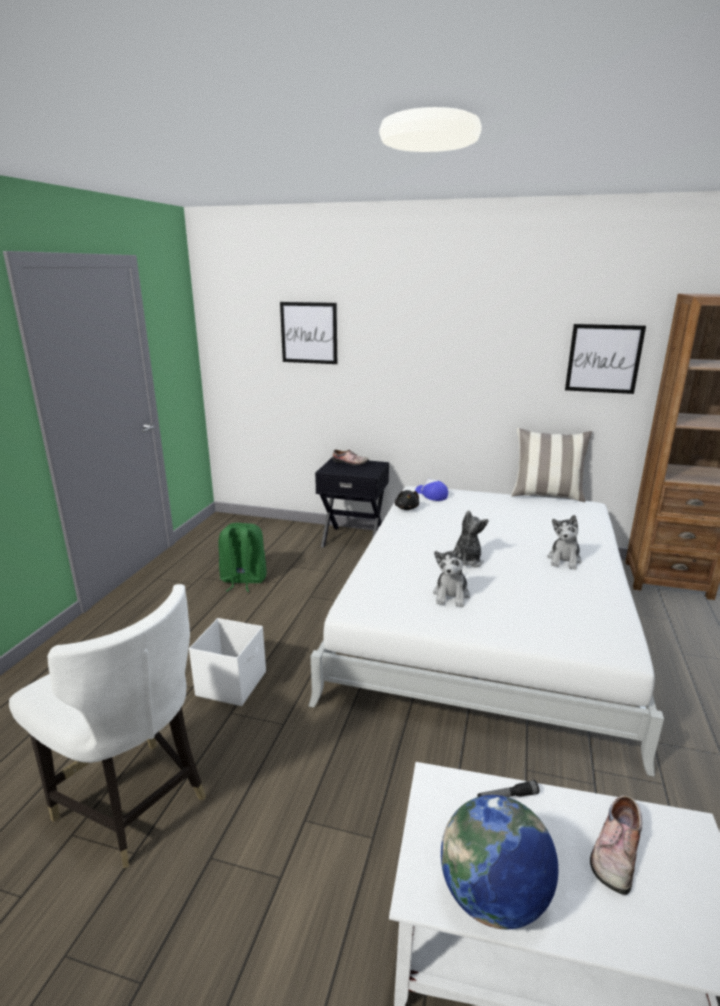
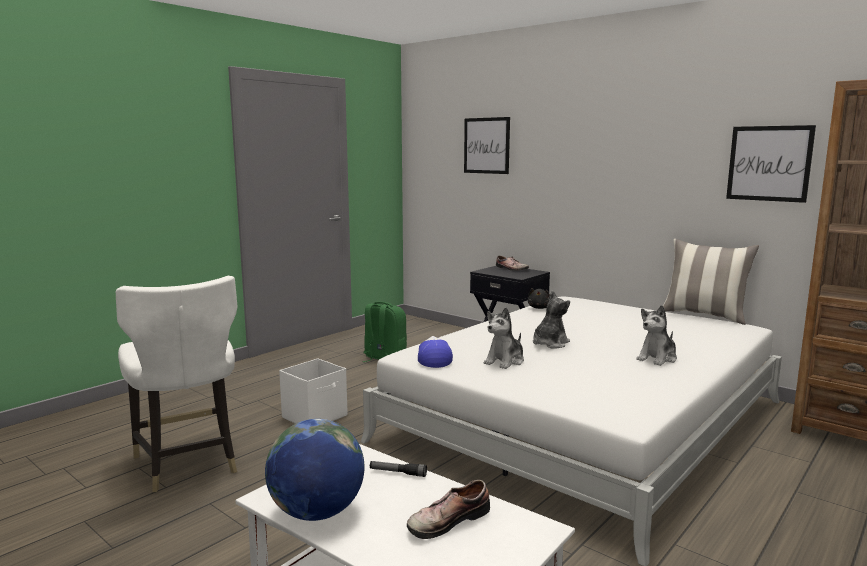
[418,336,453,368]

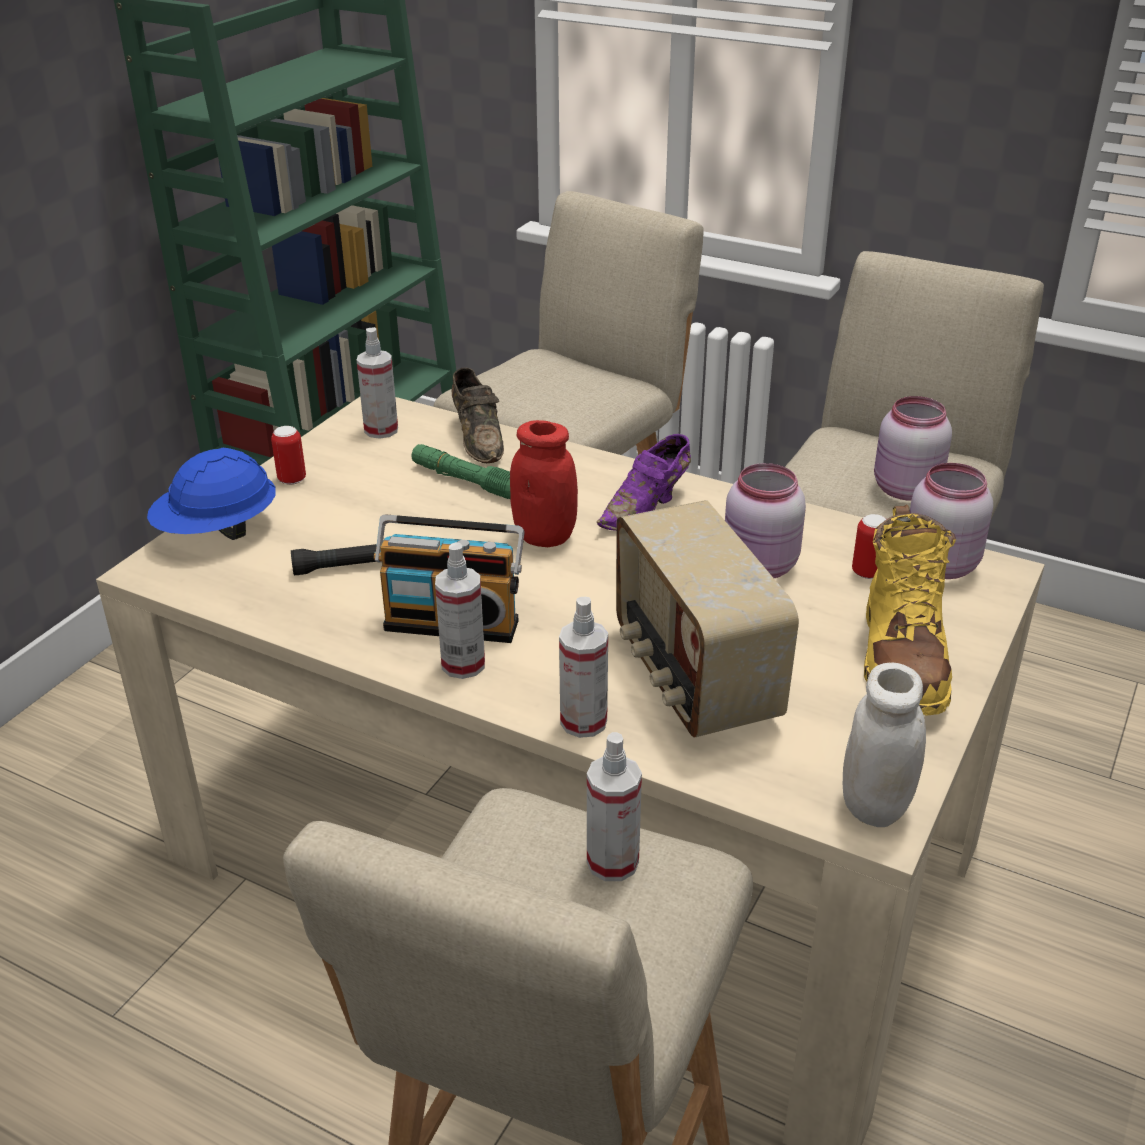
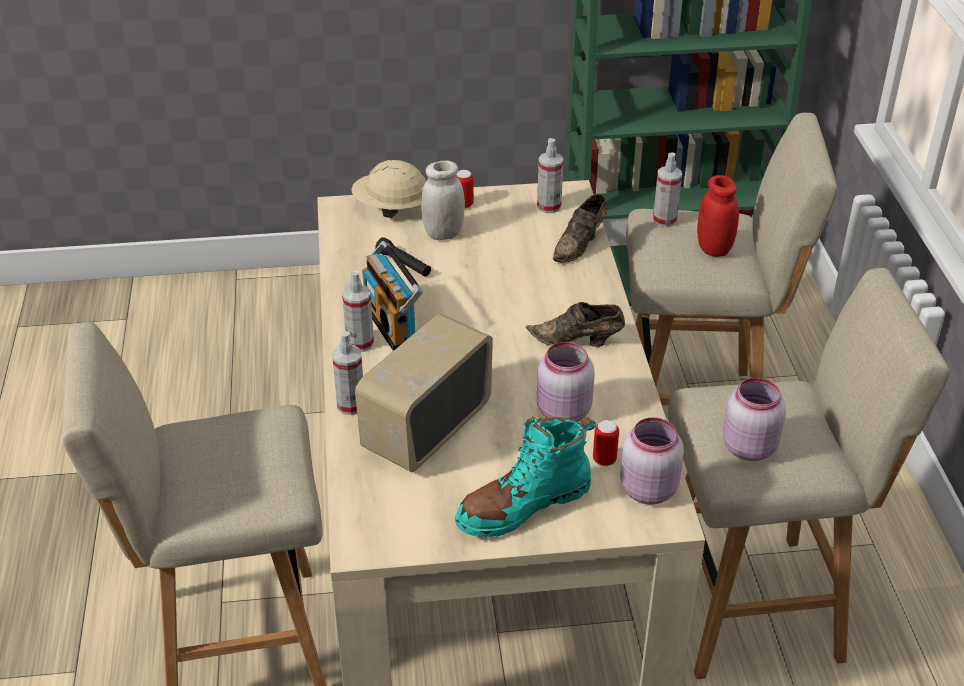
[411,444,511,499] (first image)
[697,175,739,257]
[653,152,682,227]
[421,161,465,240]
[351,160,426,218]
[526,302,625,347]
[455,417,596,537]

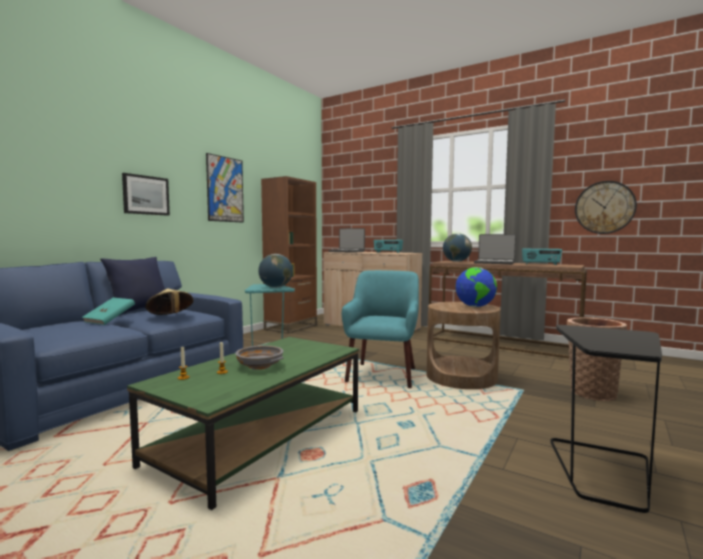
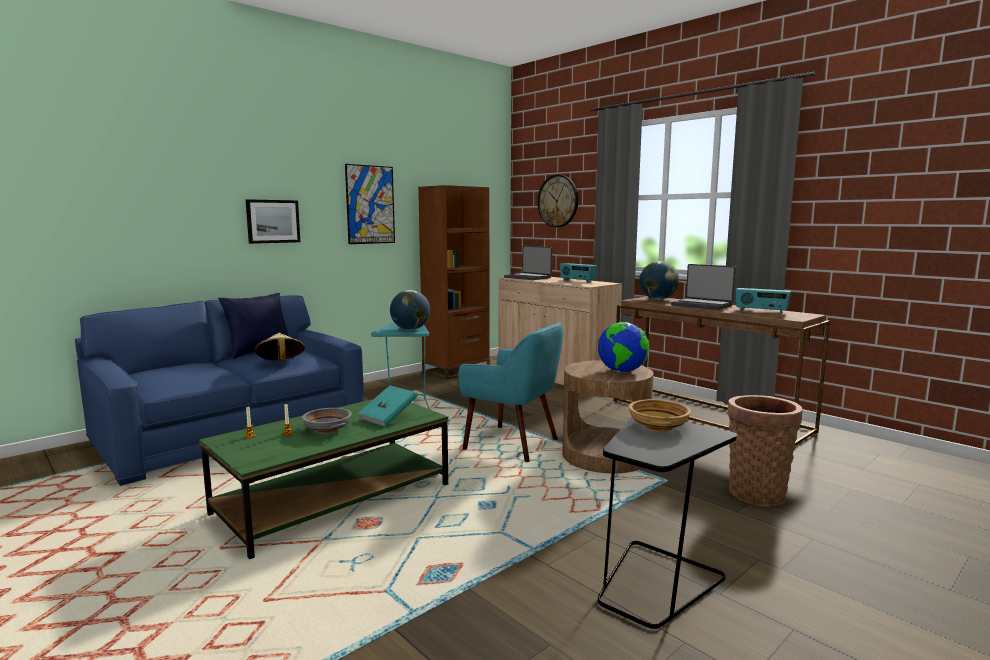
[628,399,691,432]
[358,385,417,427]
[538,175,578,227]
[458,323,563,462]

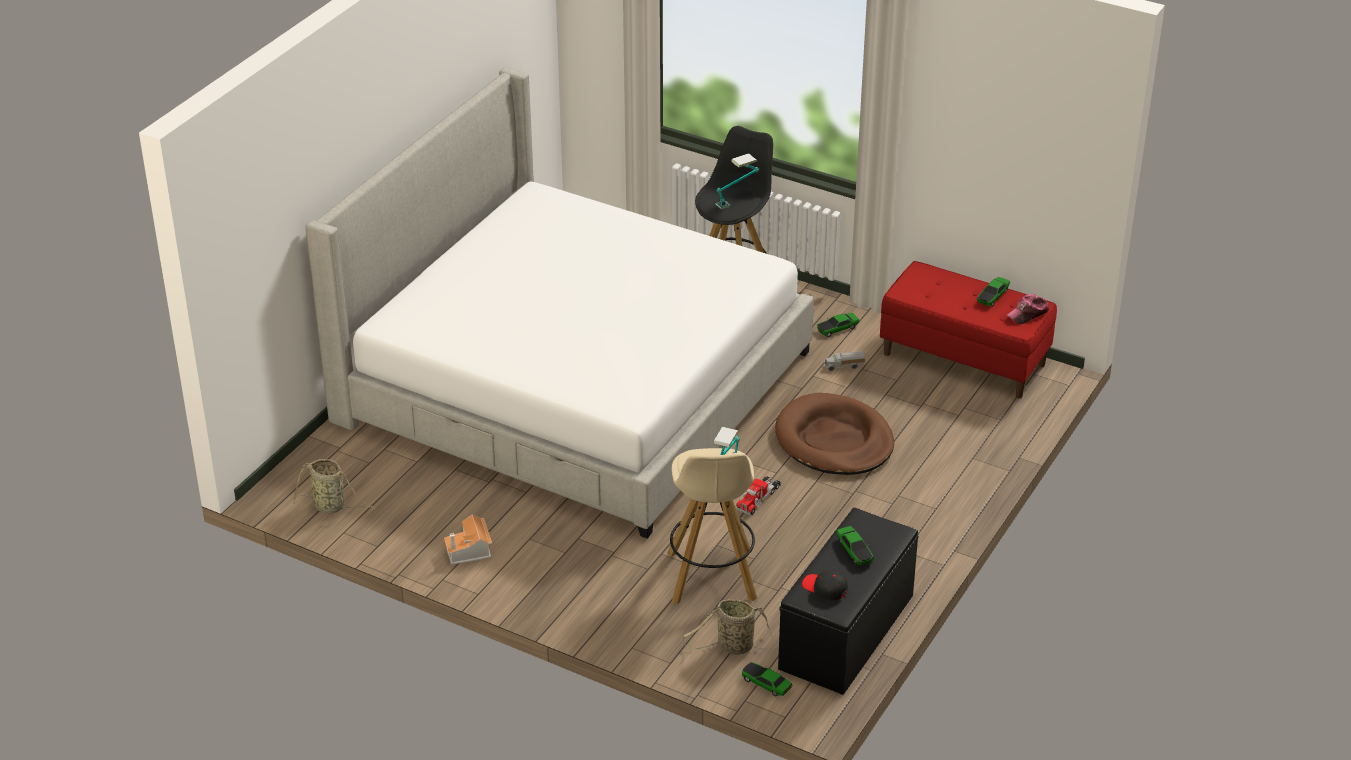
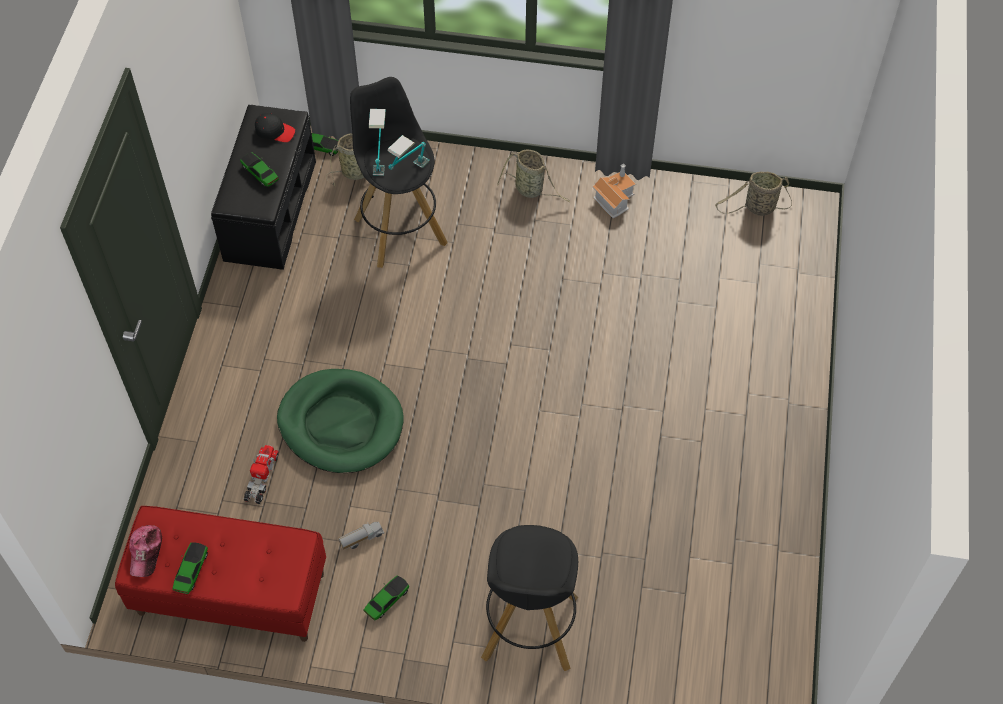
[305,67,814,538] (first image)
[497,150,570,202]
[387,135,429,170]
[244,445,279,504]
[350,77,448,268]
[277,369,404,473]
[129,525,162,577]

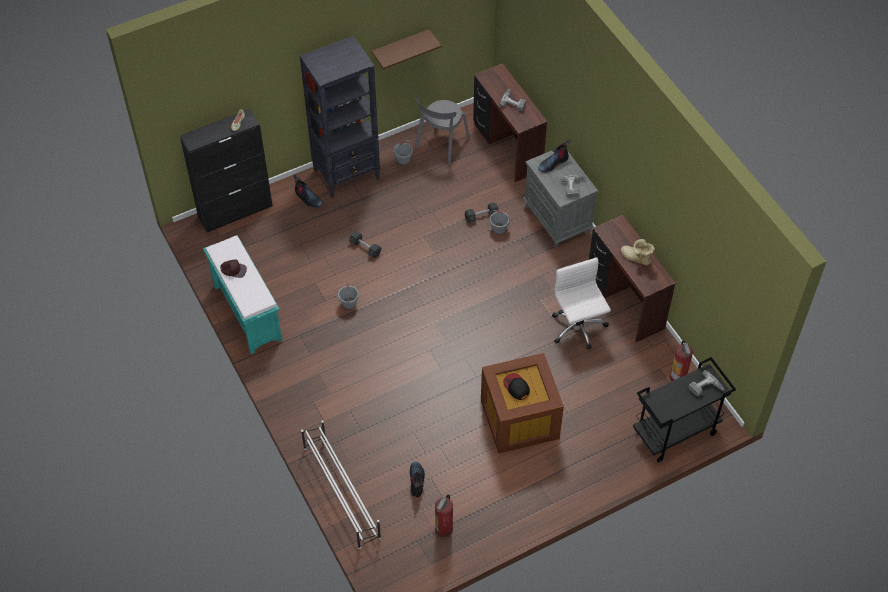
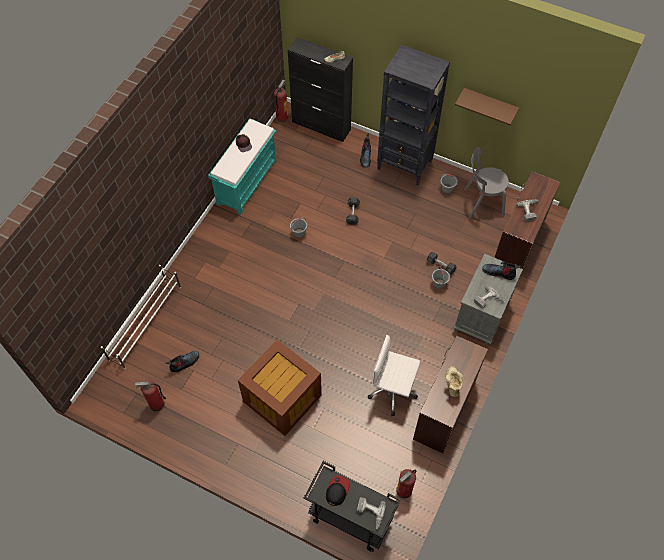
[274,80,288,122]
[326,476,350,506]
[368,335,420,416]

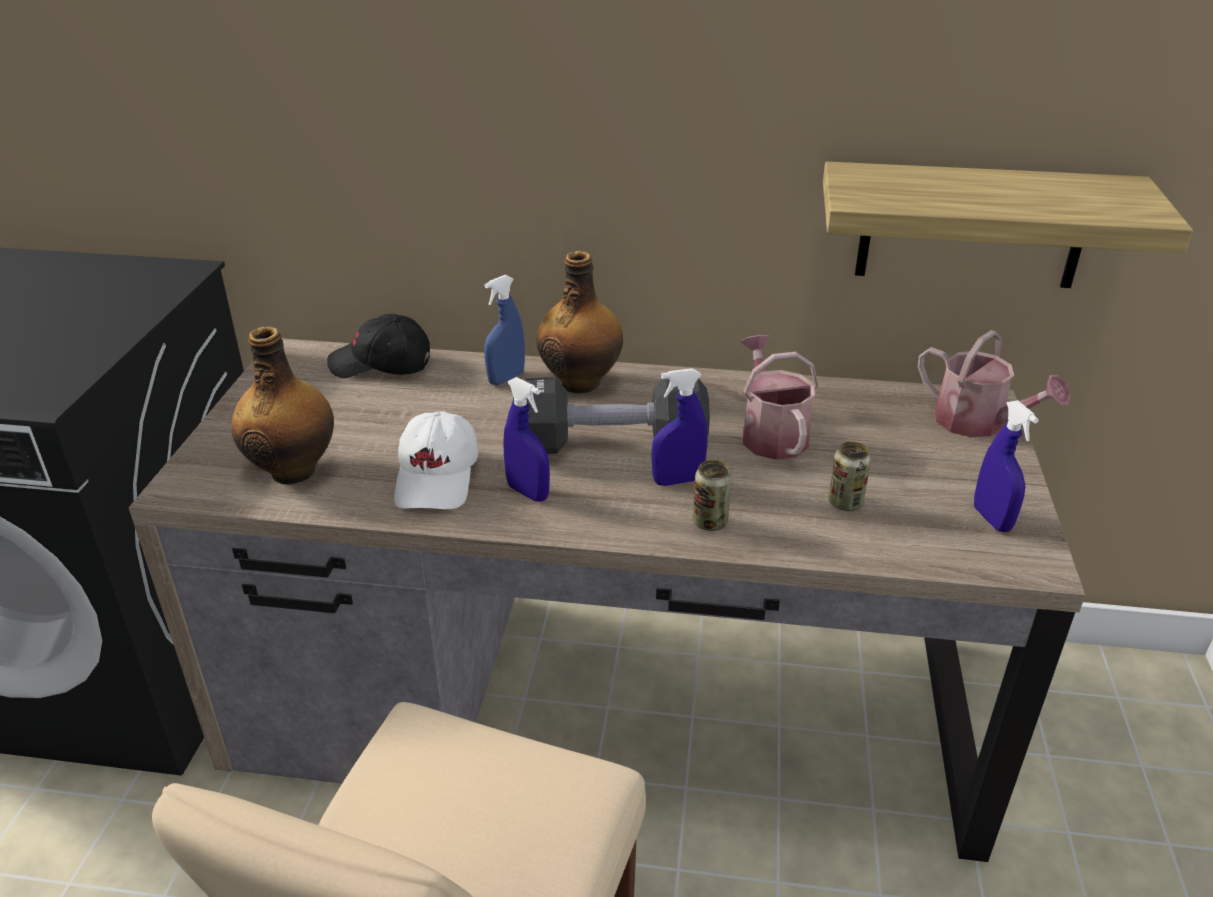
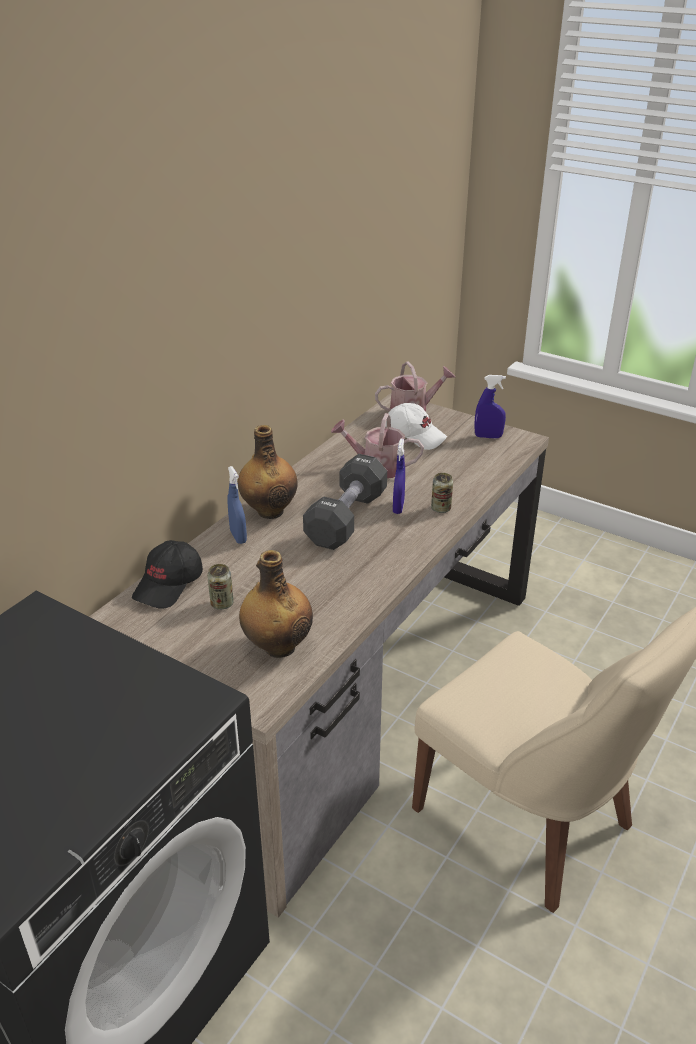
[504,377,550,502] (first image)
[823,162,1193,288] (first image)
[385,403,447,450]
[207,564,234,610]

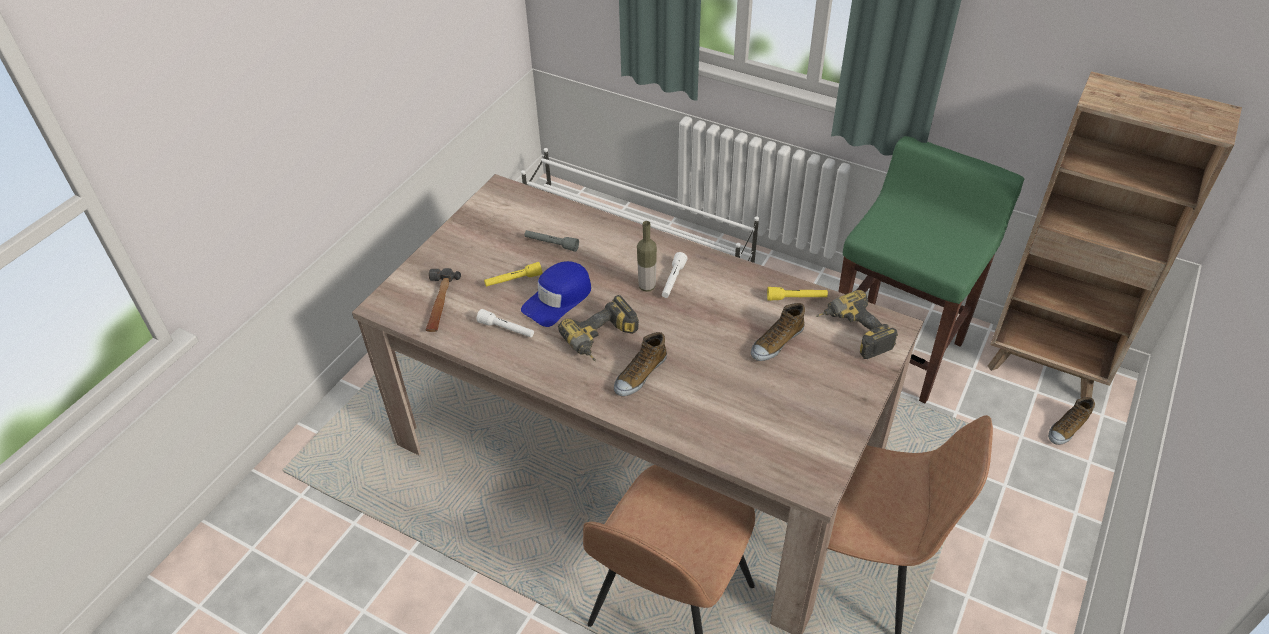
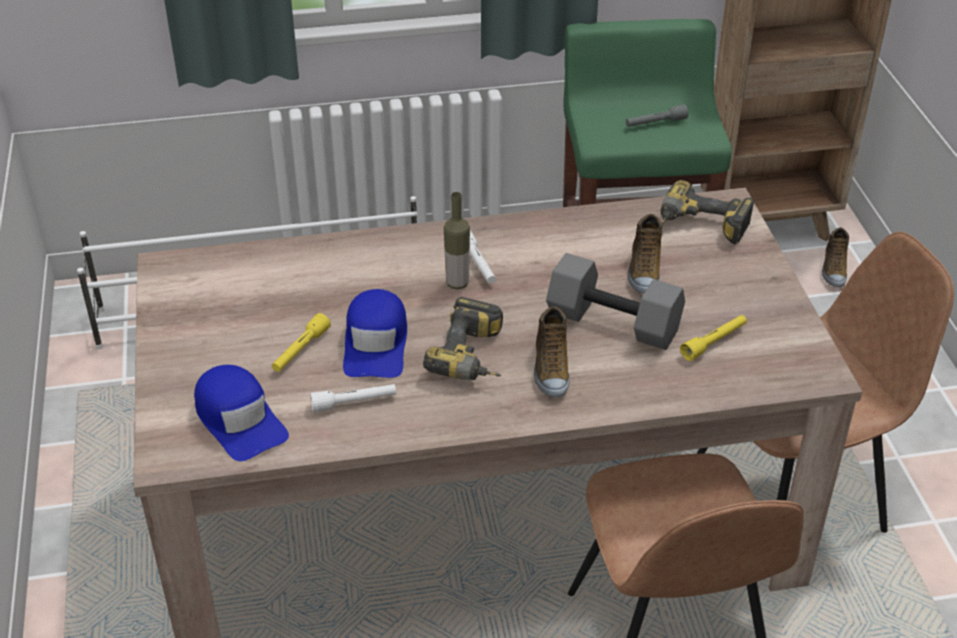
[546,253,685,350]
[626,104,688,127]
[680,315,747,361]
[194,365,289,461]

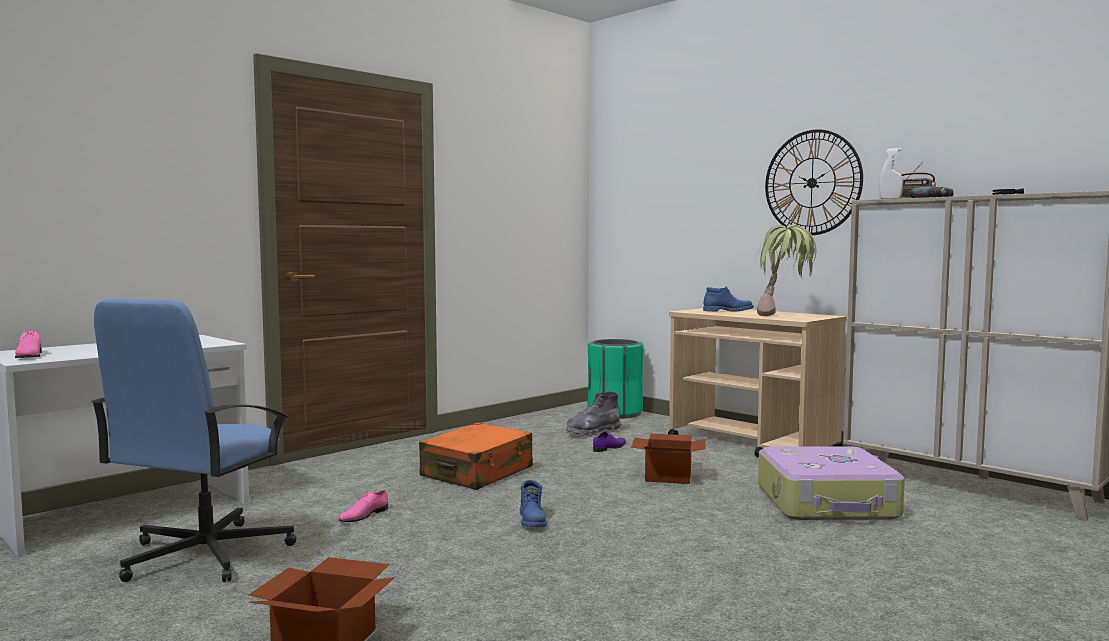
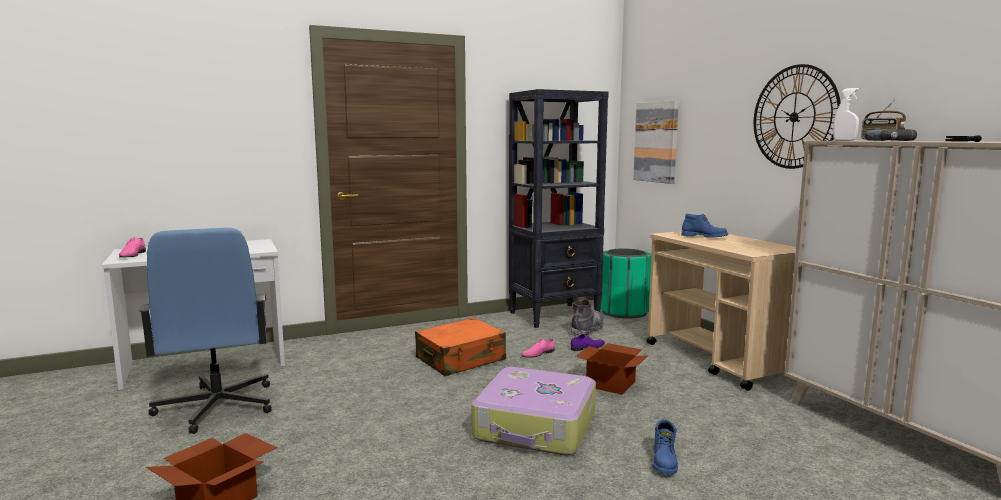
[755,225,817,316] (first image)
[509,89,609,328]
[633,100,679,184]
[521,339,555,358]
[652,419,678,474]
[472,367,596,455]
[139,228,272,434]
[571,299,604,337]

